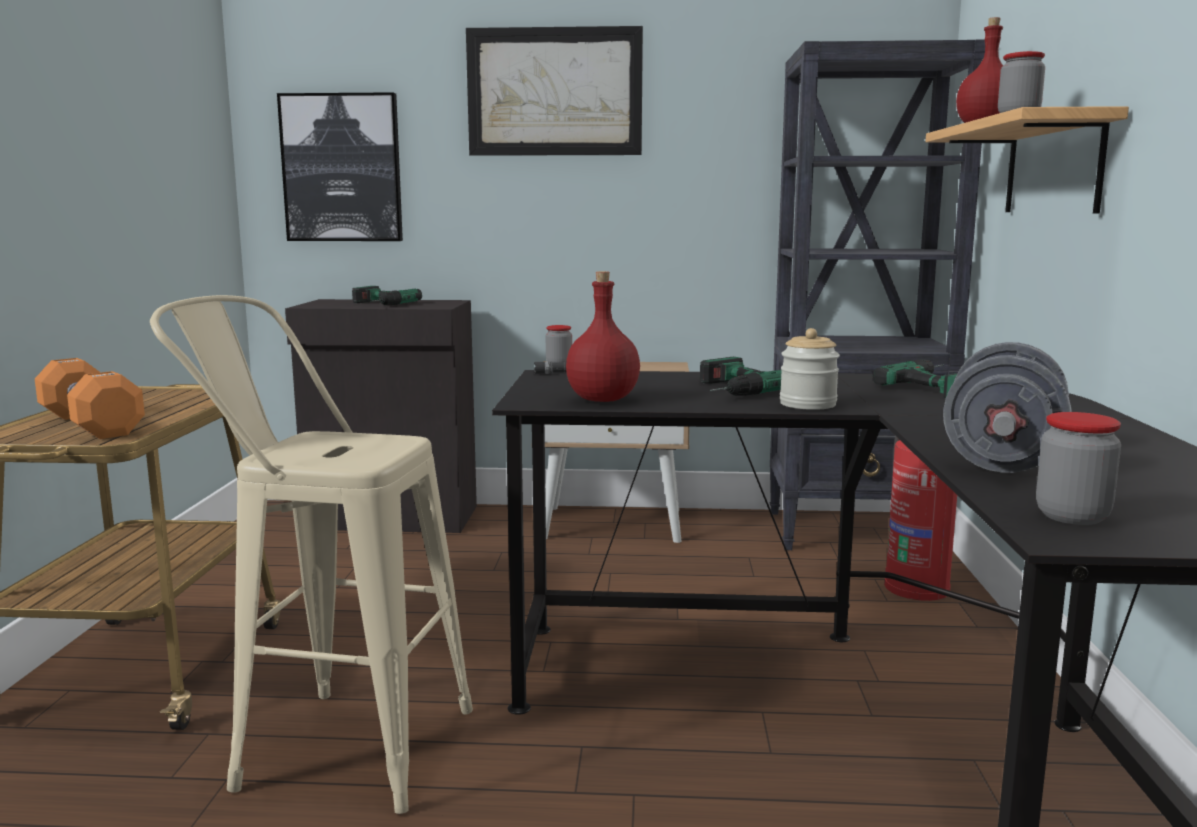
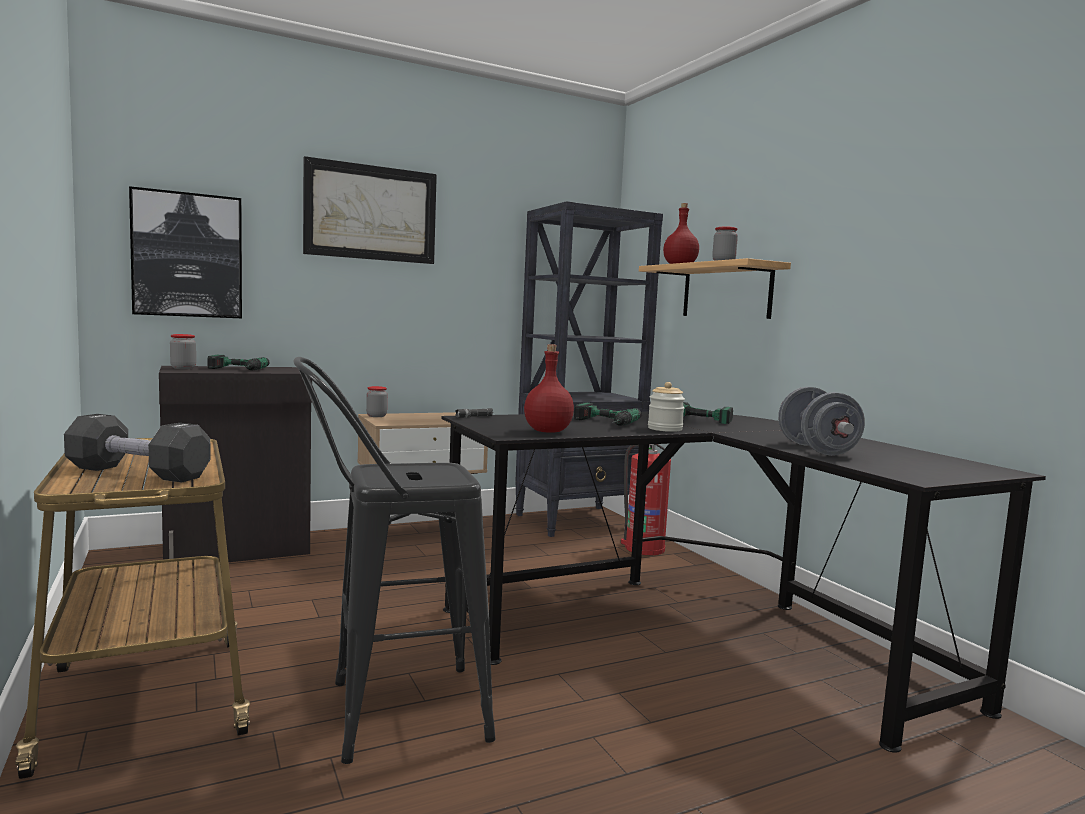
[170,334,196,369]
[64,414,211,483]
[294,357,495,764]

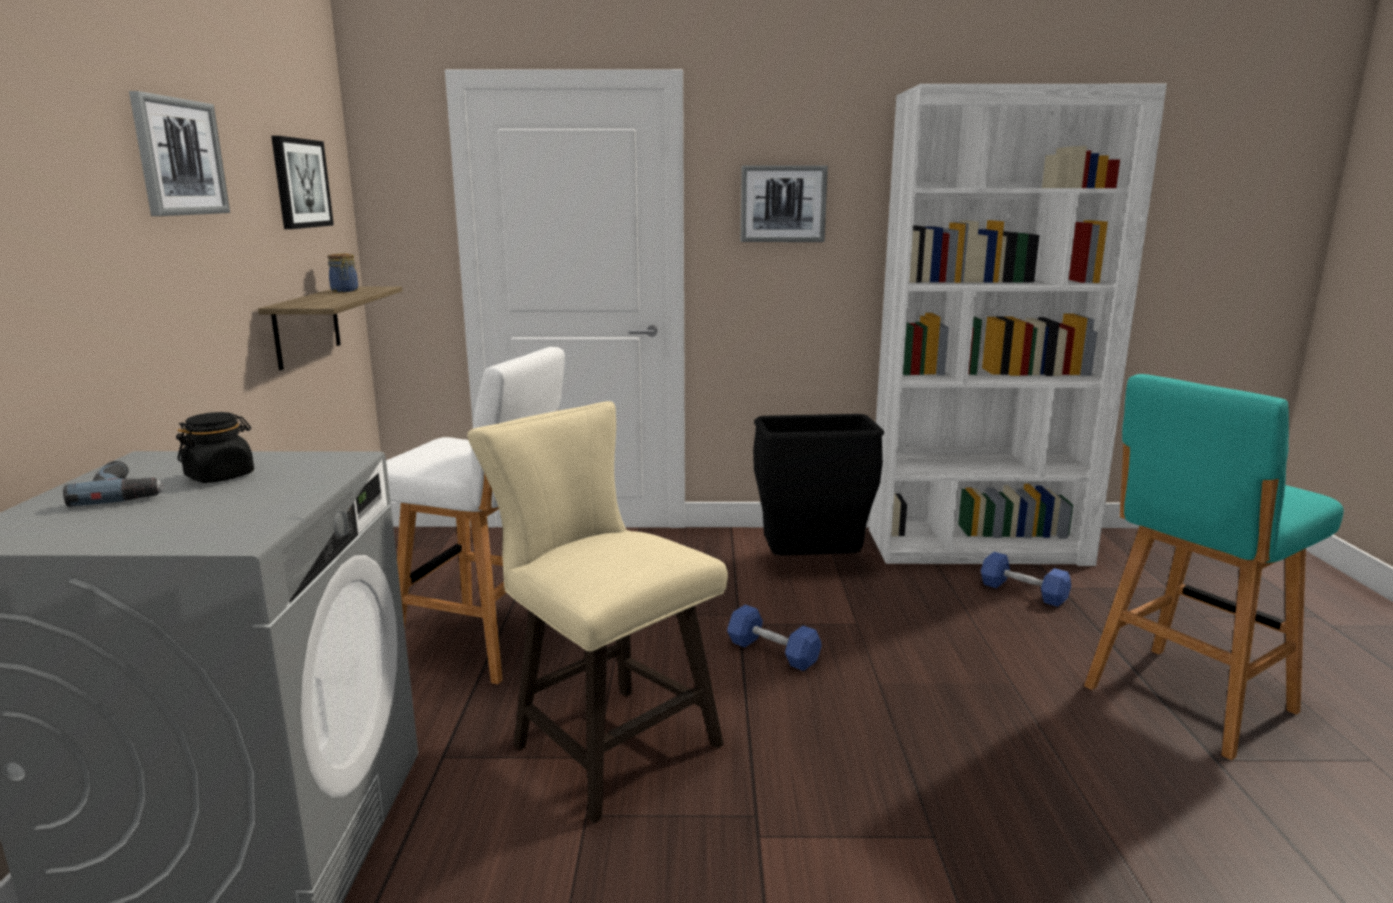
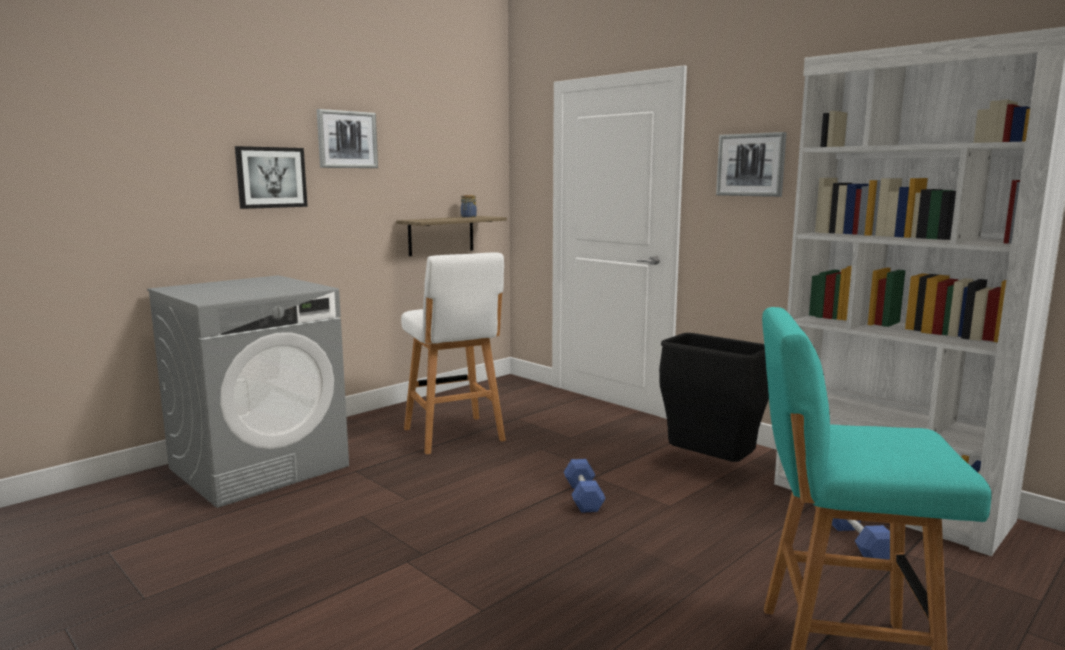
[63,461,165,507] (first image)
[176,412,254,483] (first image)
[467,401,728,823] (first image)
[235,146,308,209]

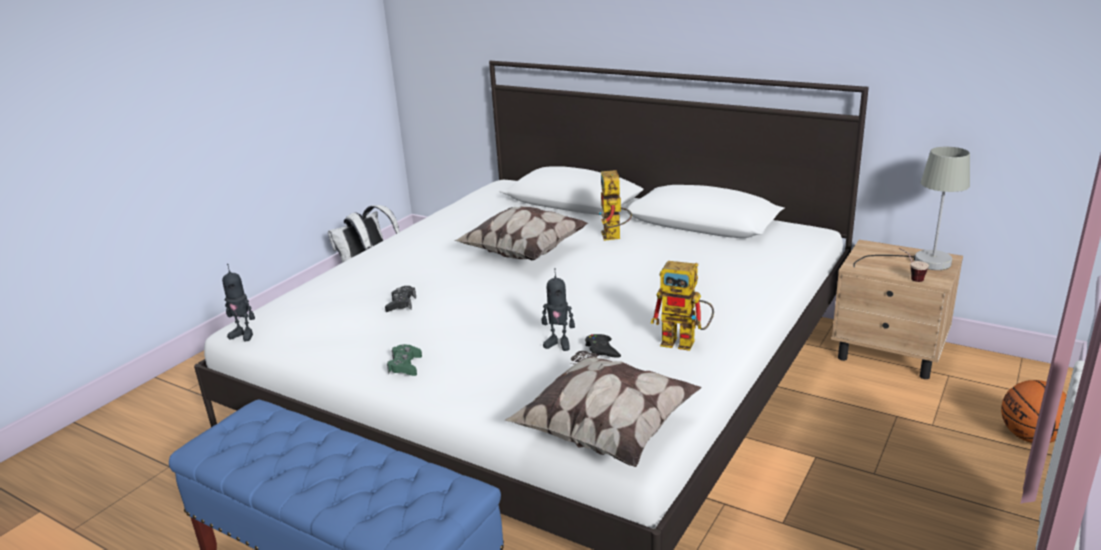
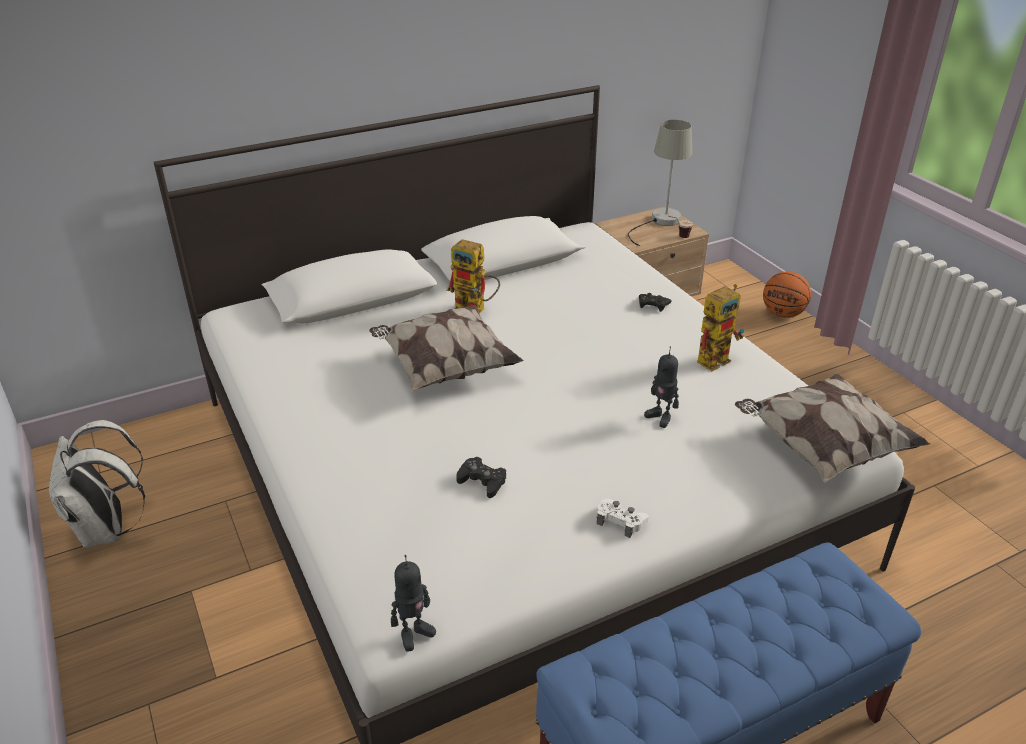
[639,293,672,312]
[597,498,649,538]
[644,346,679,428]

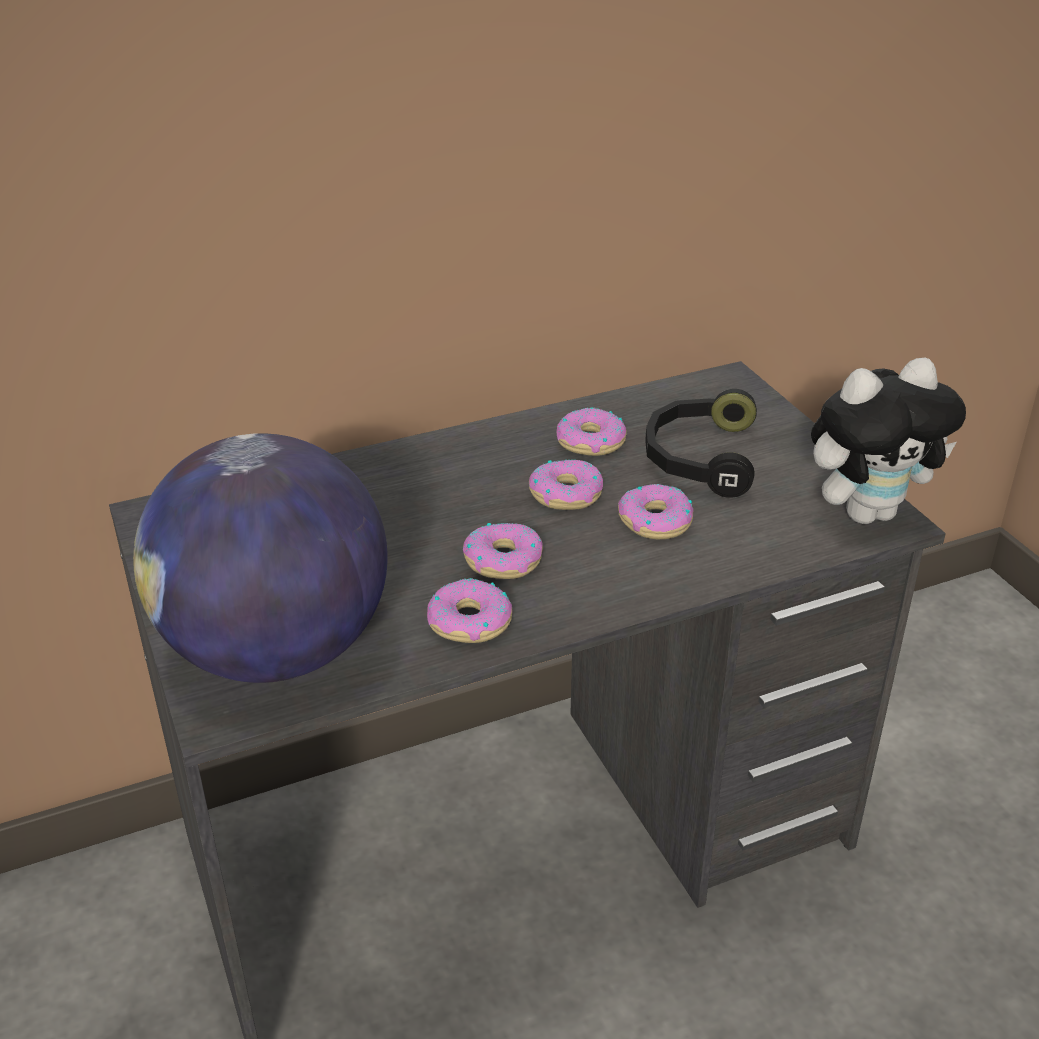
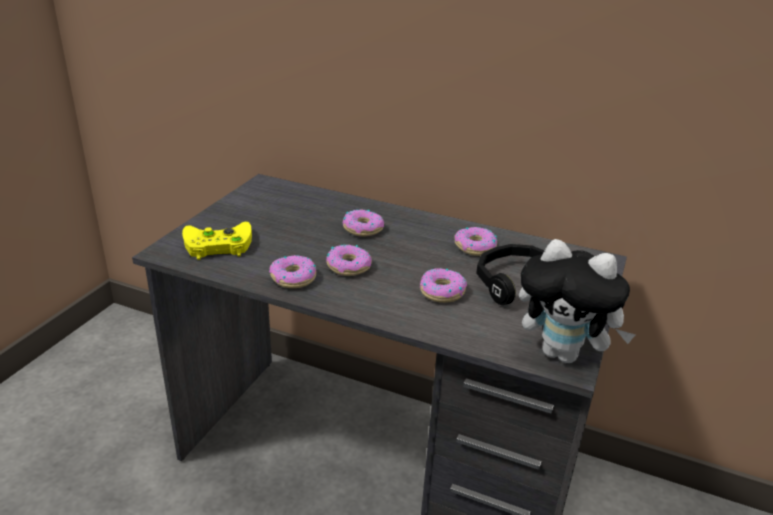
[343,209,384,237]
[182,222,252,260]

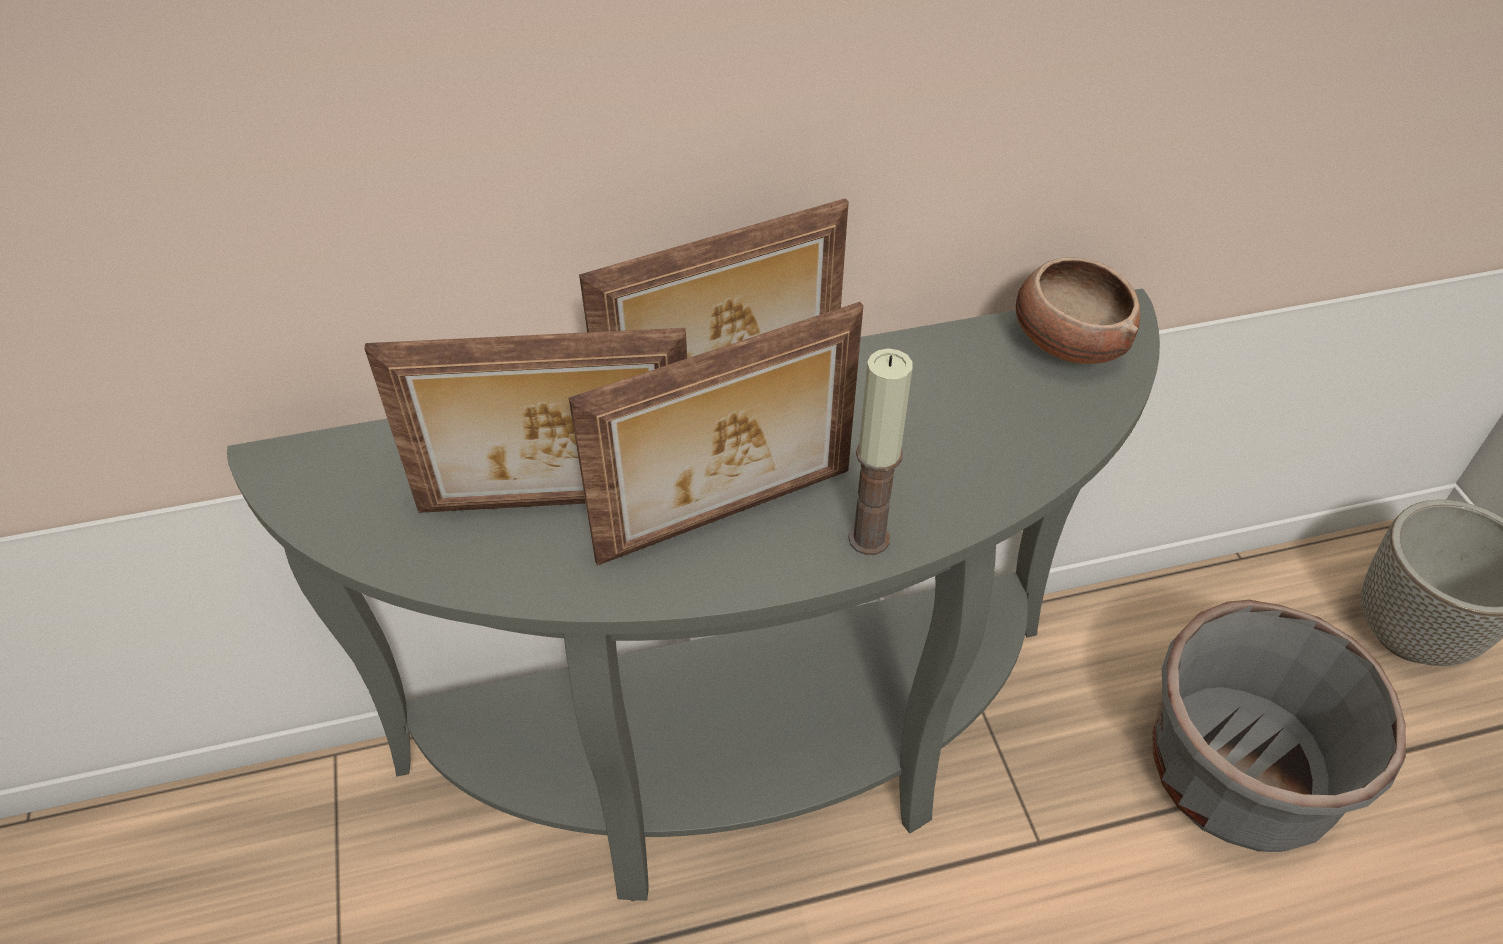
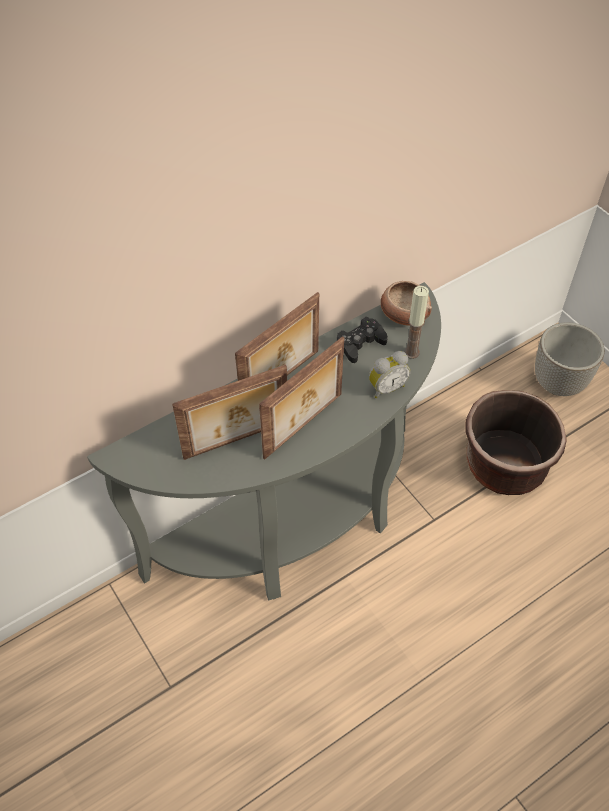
[337,317,388,363]
[369,351,411,398]
[404,286,429,359]
[465,390,567,495]

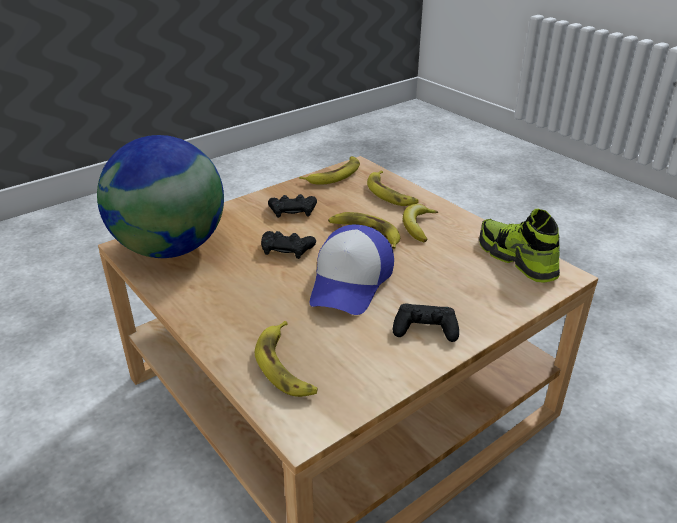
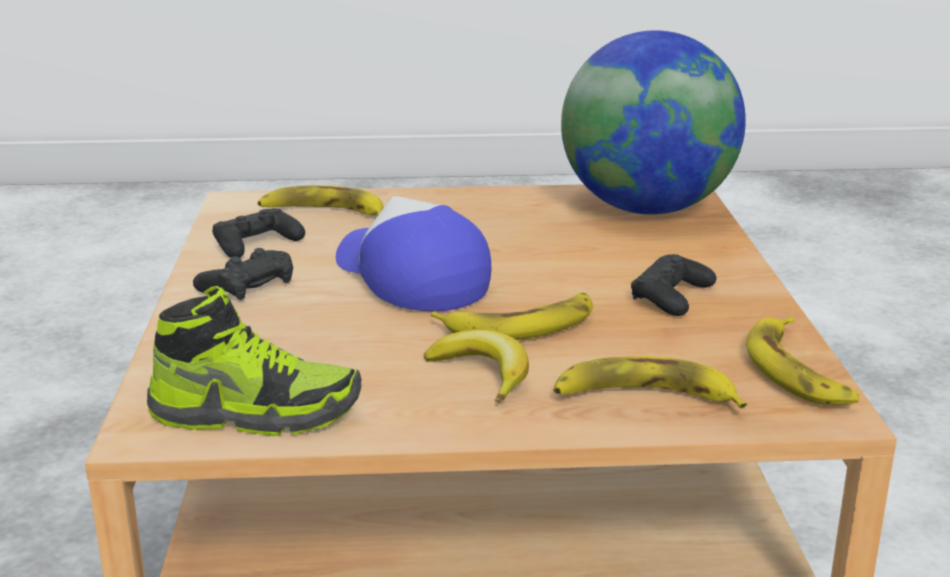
[212,208,305,258]

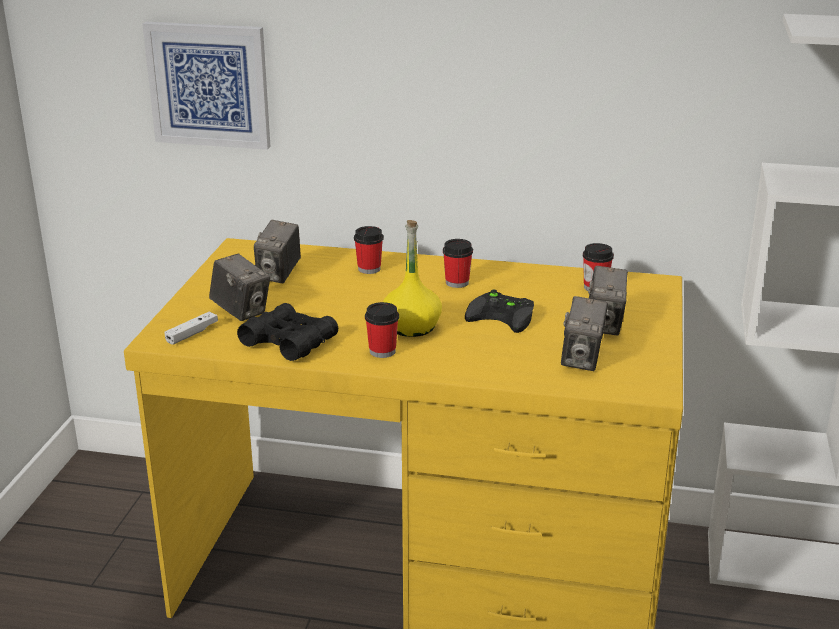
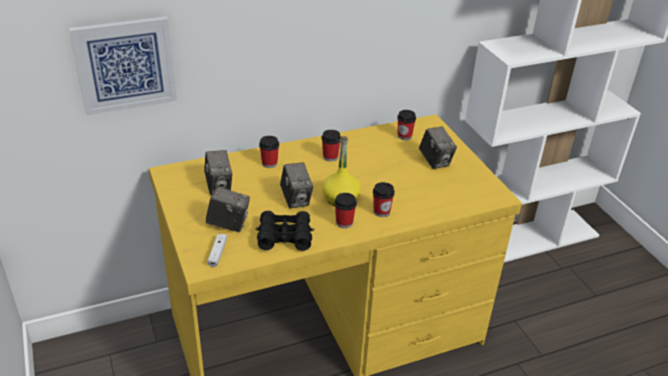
[465,290,534,333] (first image)
[373,182,395,217]
[280,162,313,208]

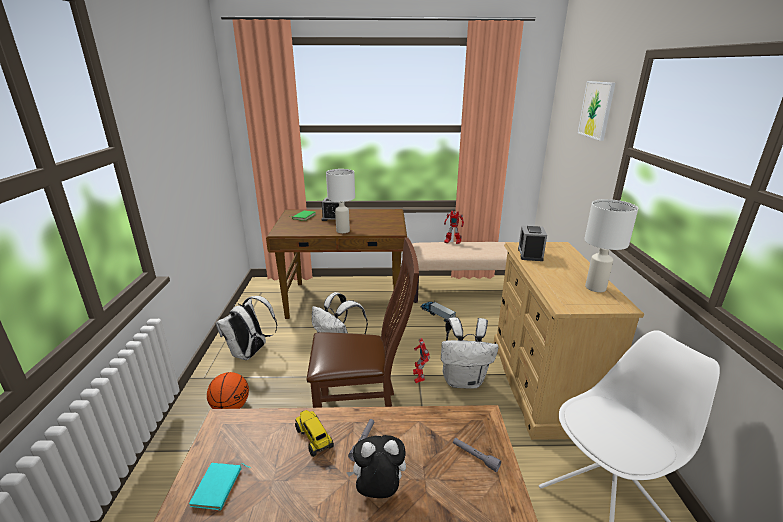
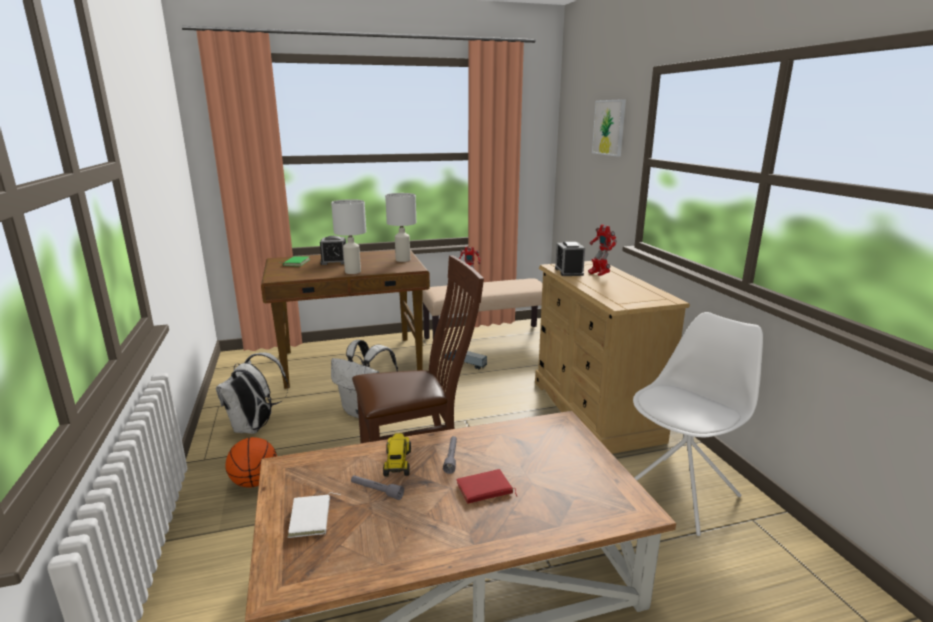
[441,317,499,389] (first image)
[588,224,617,276]
[351,475,404,500]
[385,193,416,262]
[456,469,517,504]
[288,493,341,538]
[383,433,411,476]

